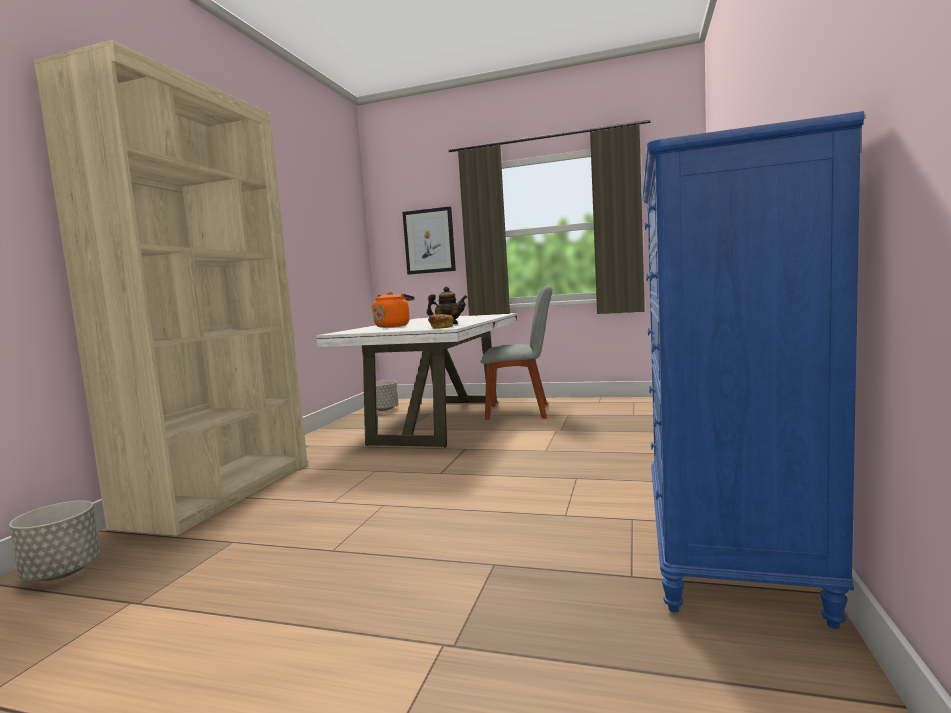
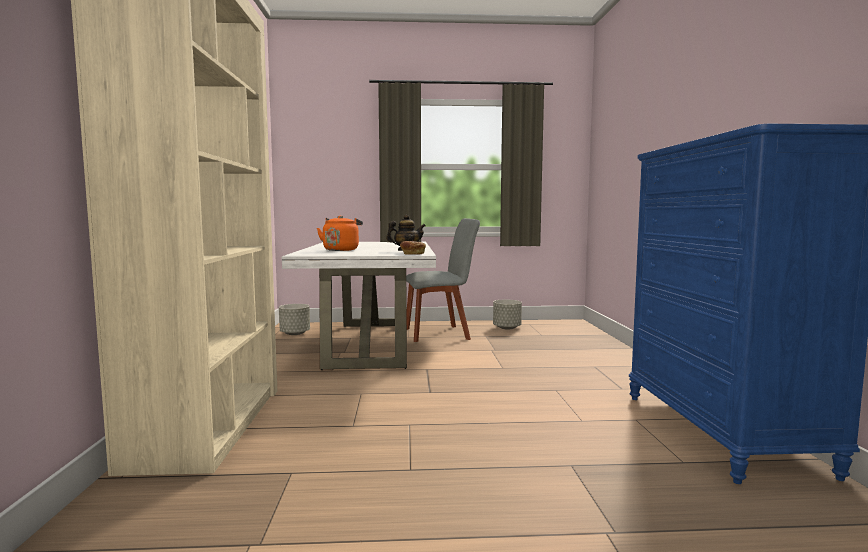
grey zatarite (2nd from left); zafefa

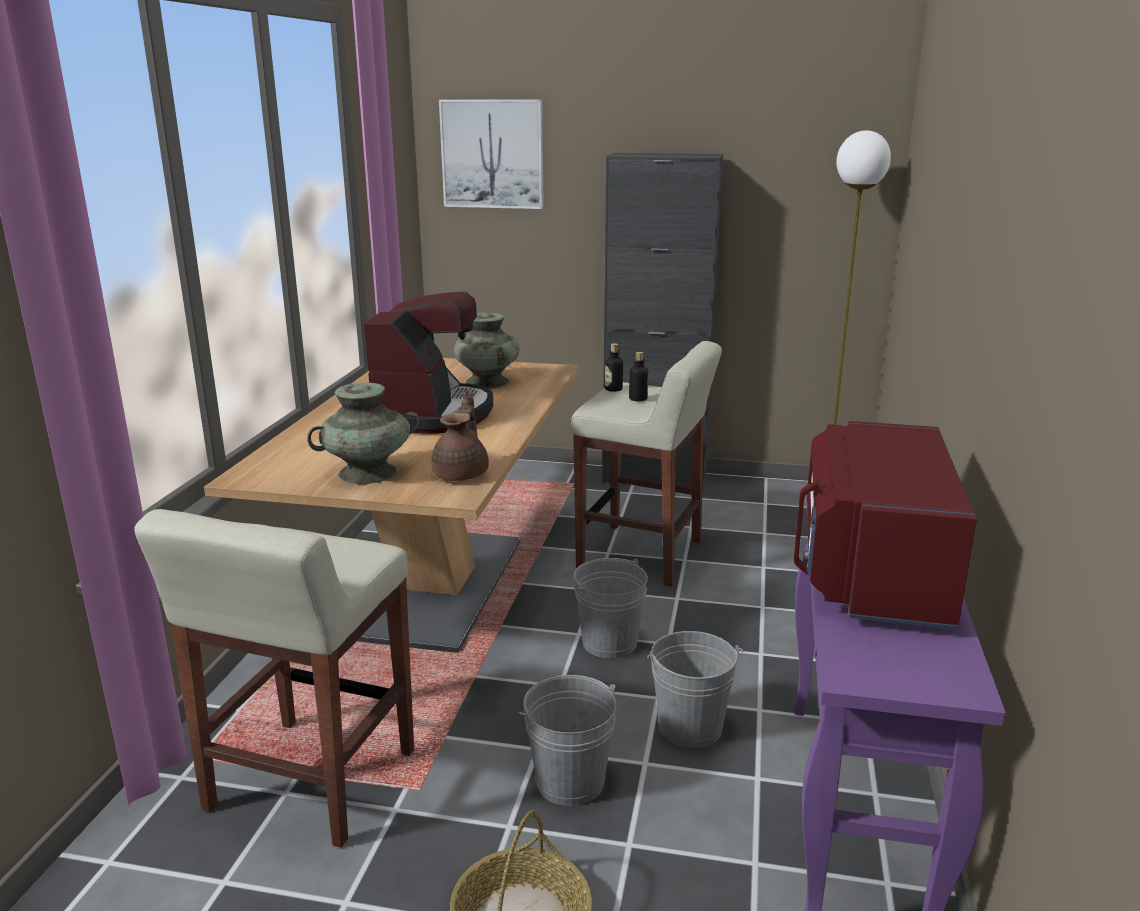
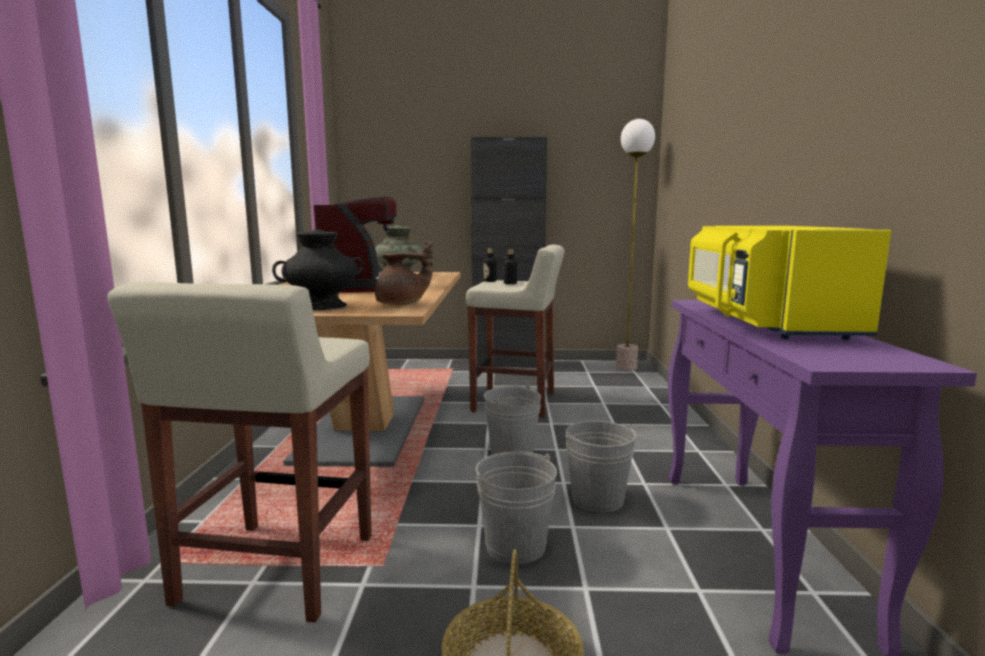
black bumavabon; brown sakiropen; zafefa; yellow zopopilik

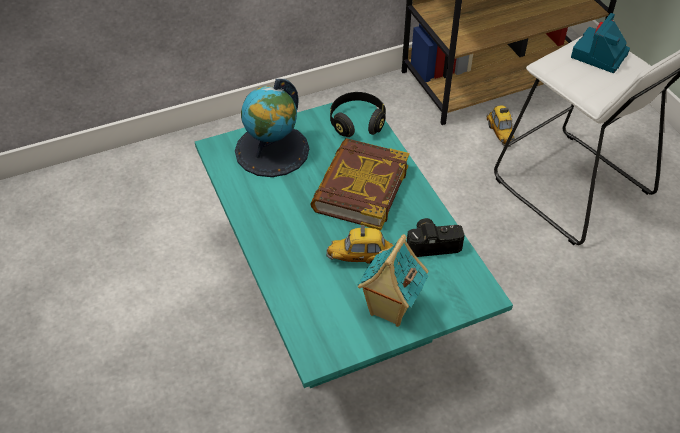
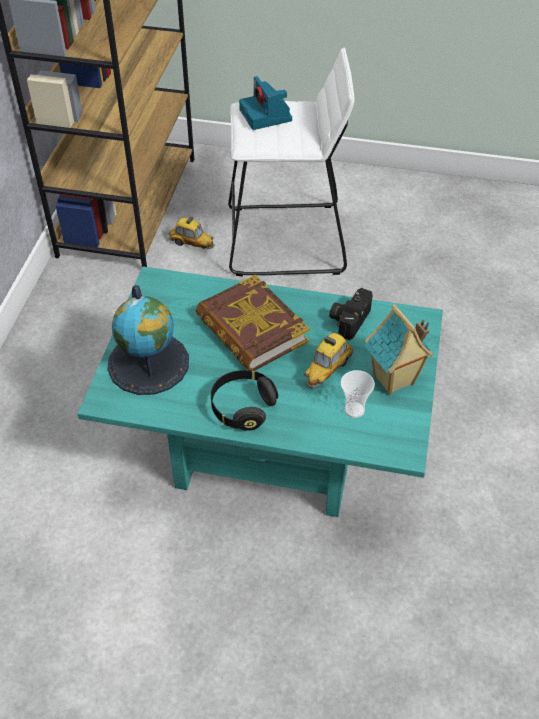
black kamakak; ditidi

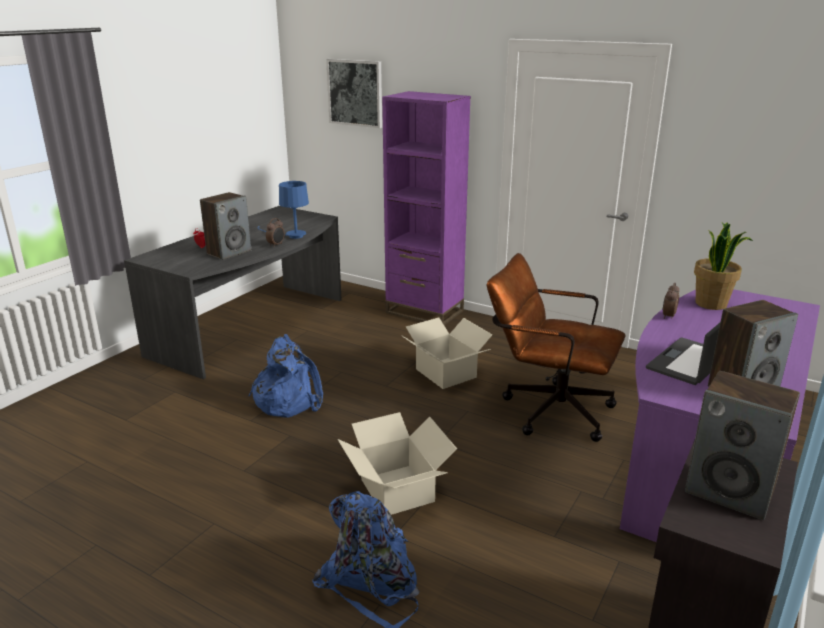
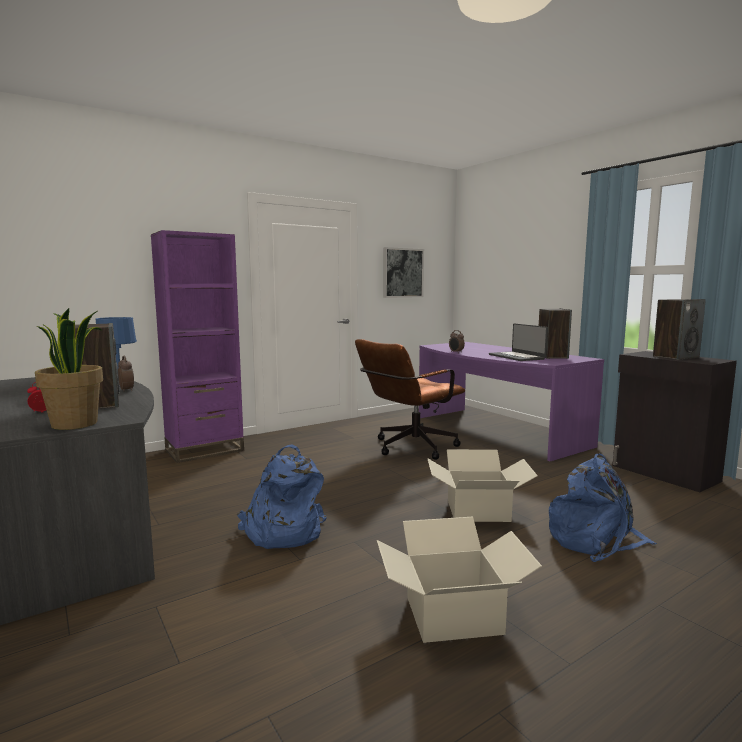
zafefa; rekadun (1st from left); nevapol

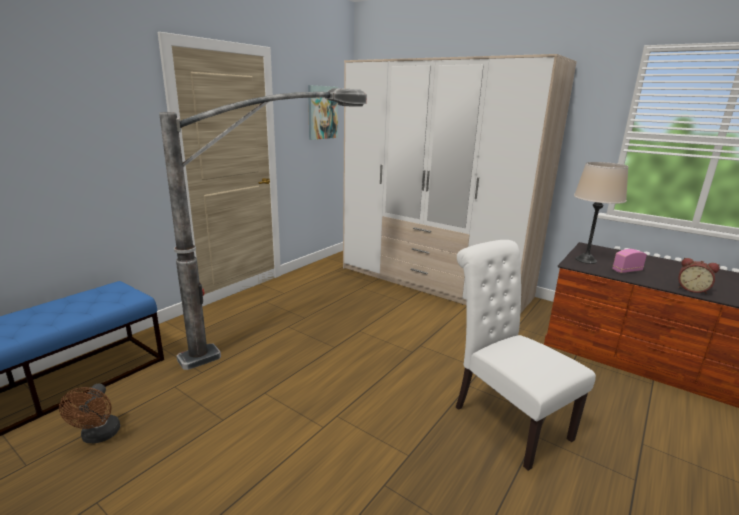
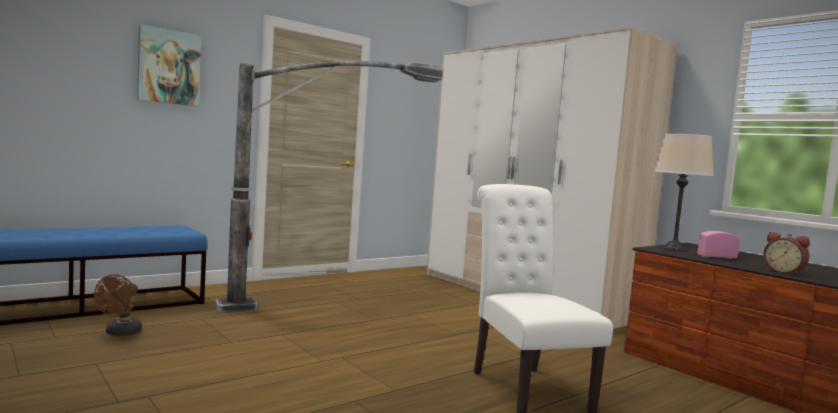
zafefa

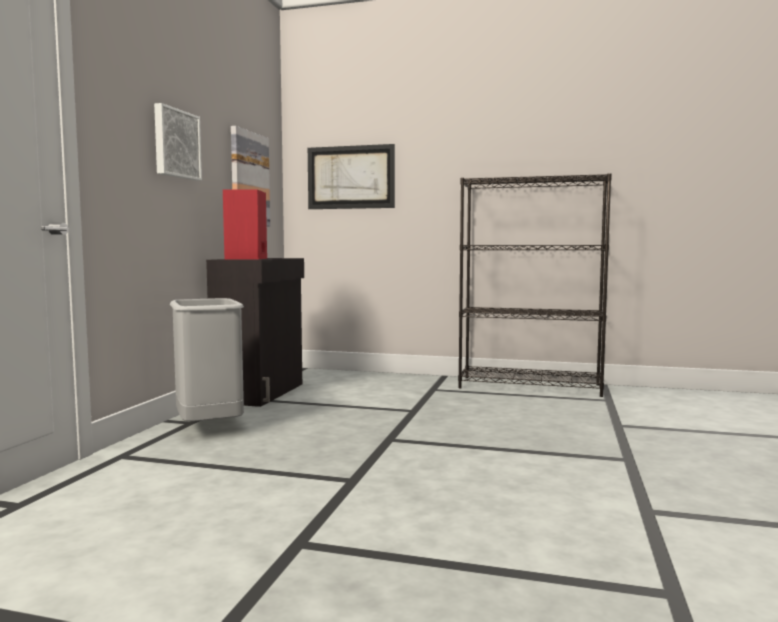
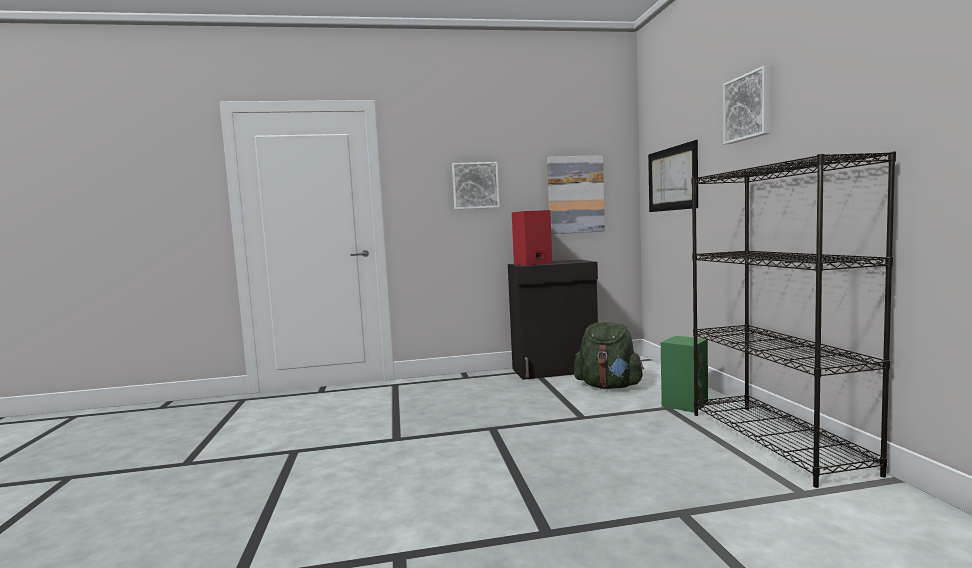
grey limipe; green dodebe; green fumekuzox; zafefa (4th from left)

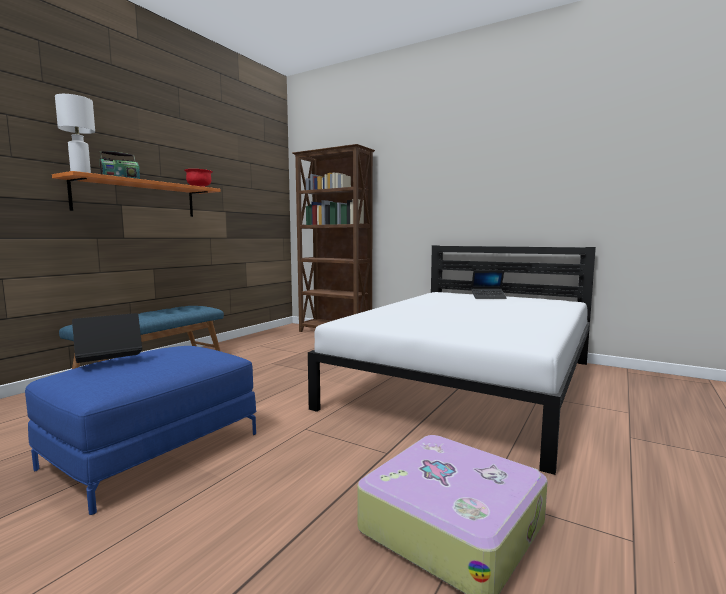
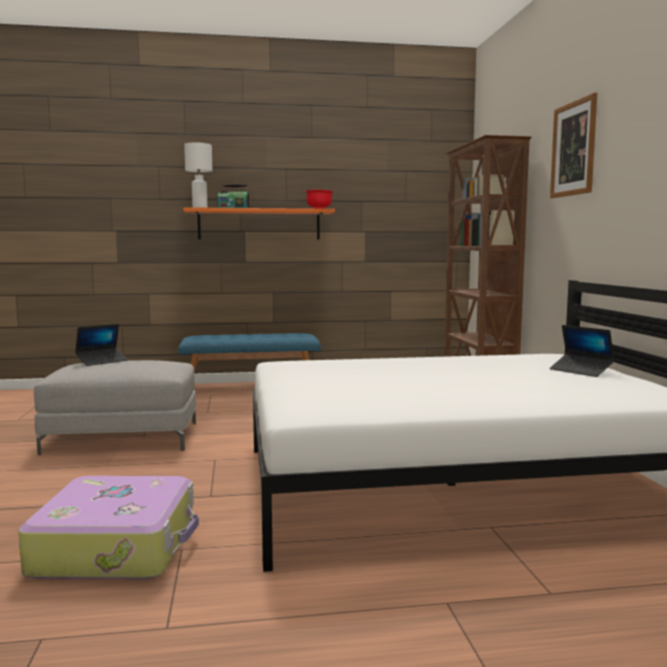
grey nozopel; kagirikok (1st from left); zafefa

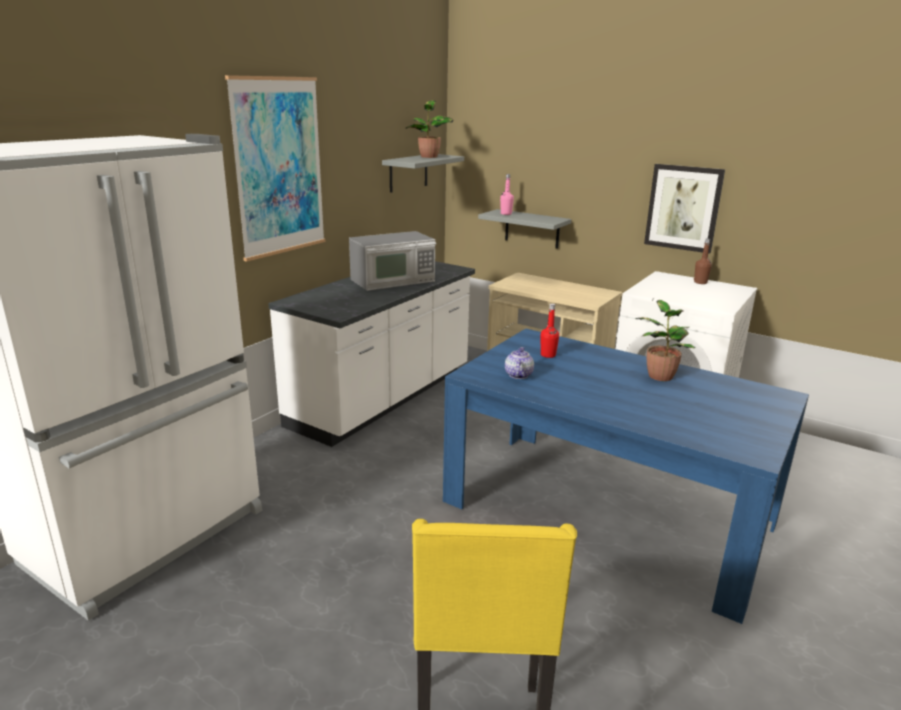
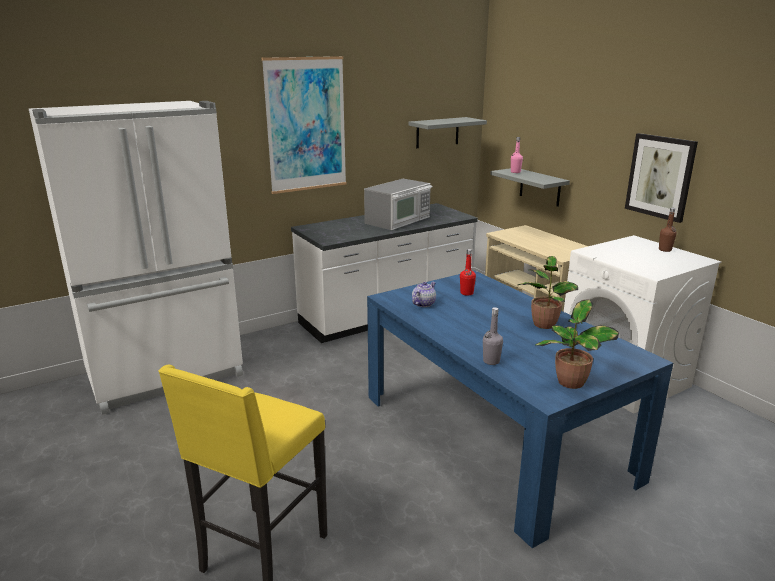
zopopilik; nevapol (2nd from left); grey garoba

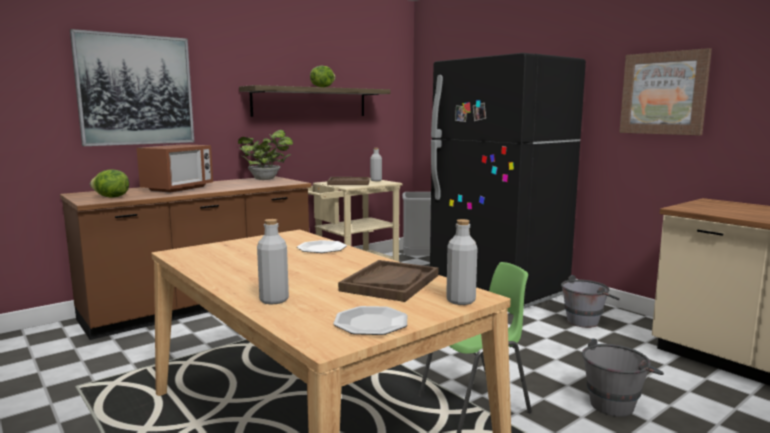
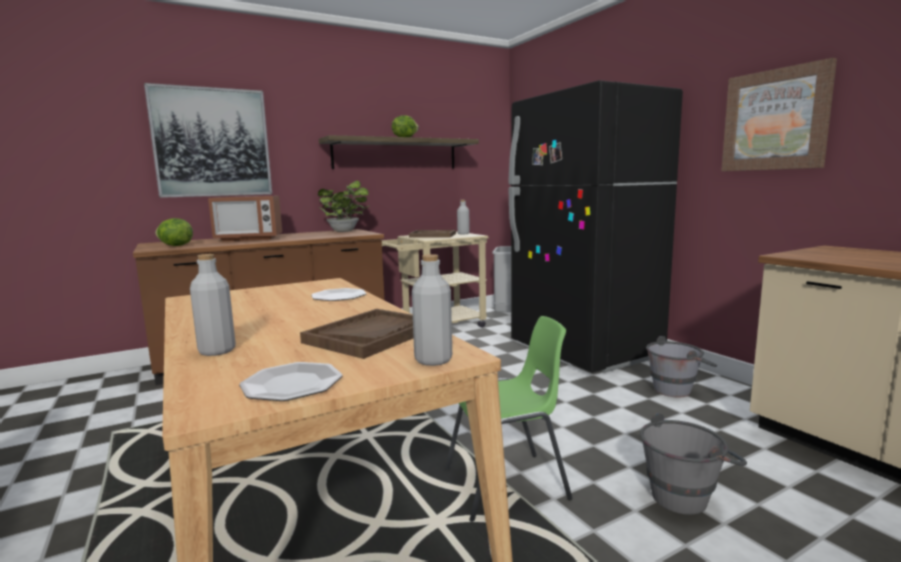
zopopilik

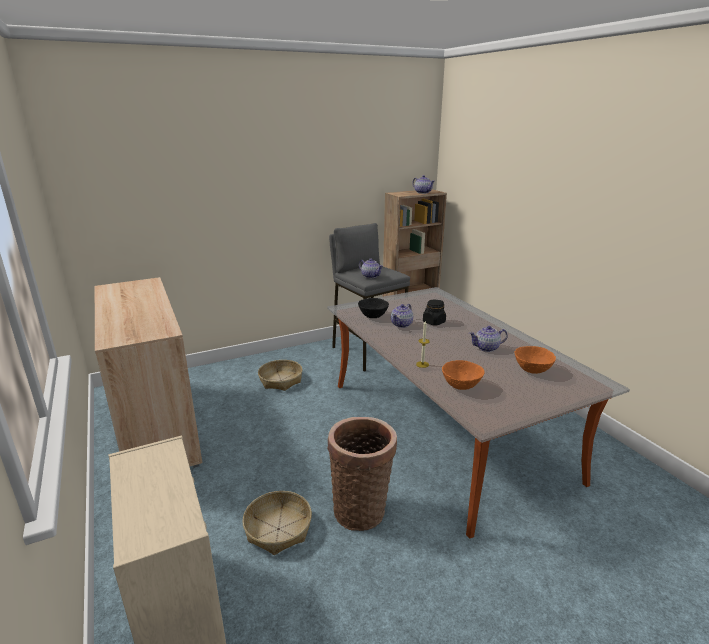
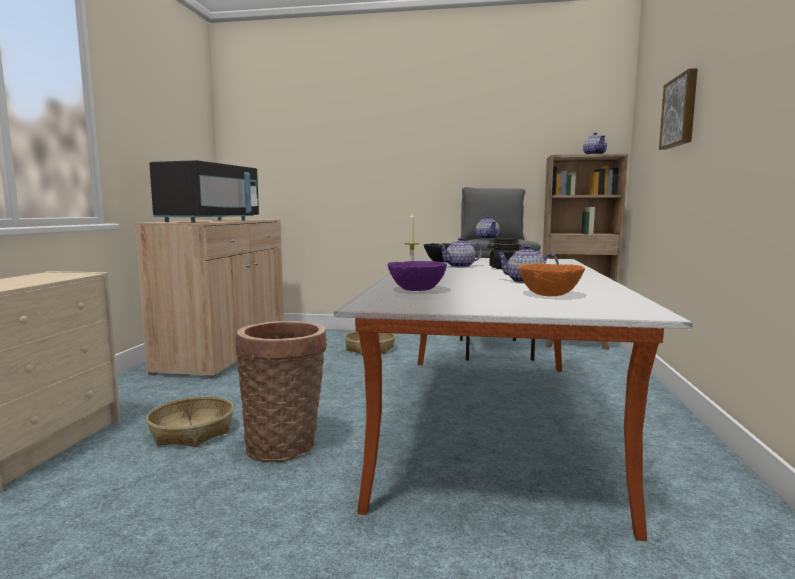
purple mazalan; black zopopilik; zafefa

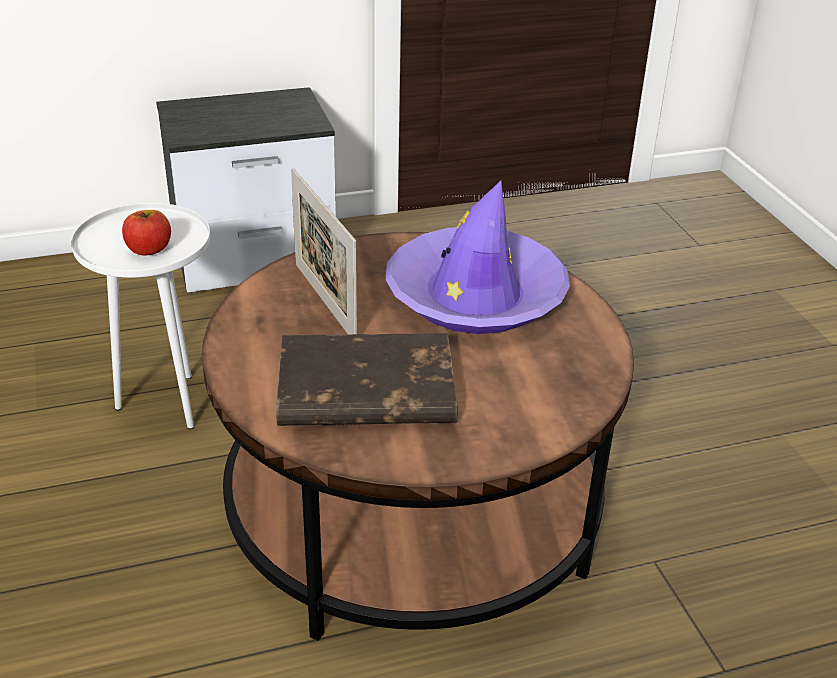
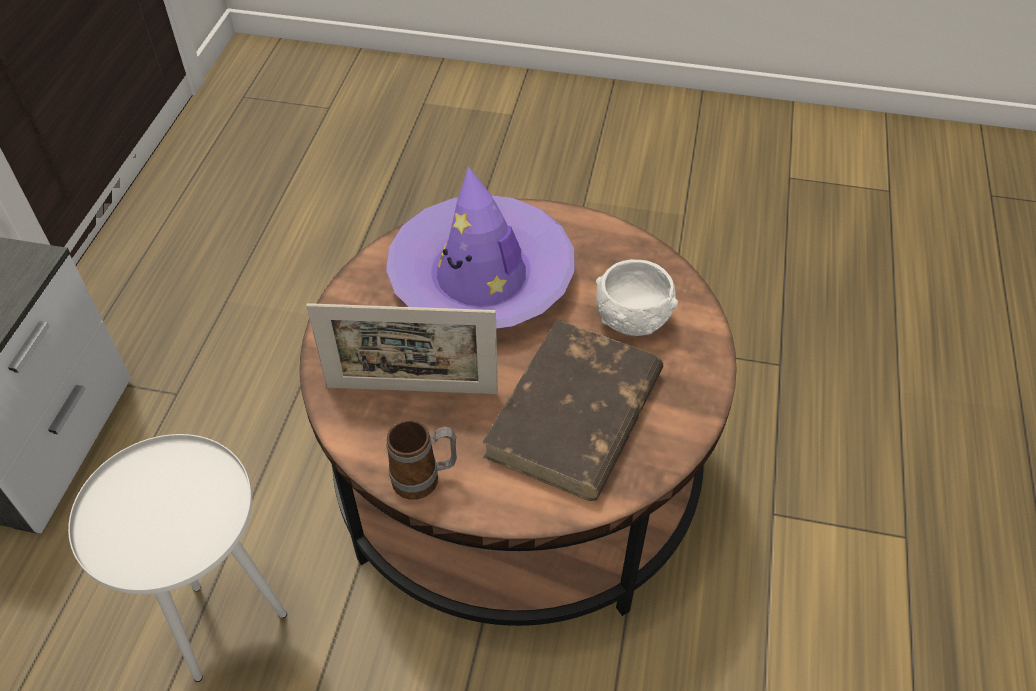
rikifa; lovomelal; white mazalan

